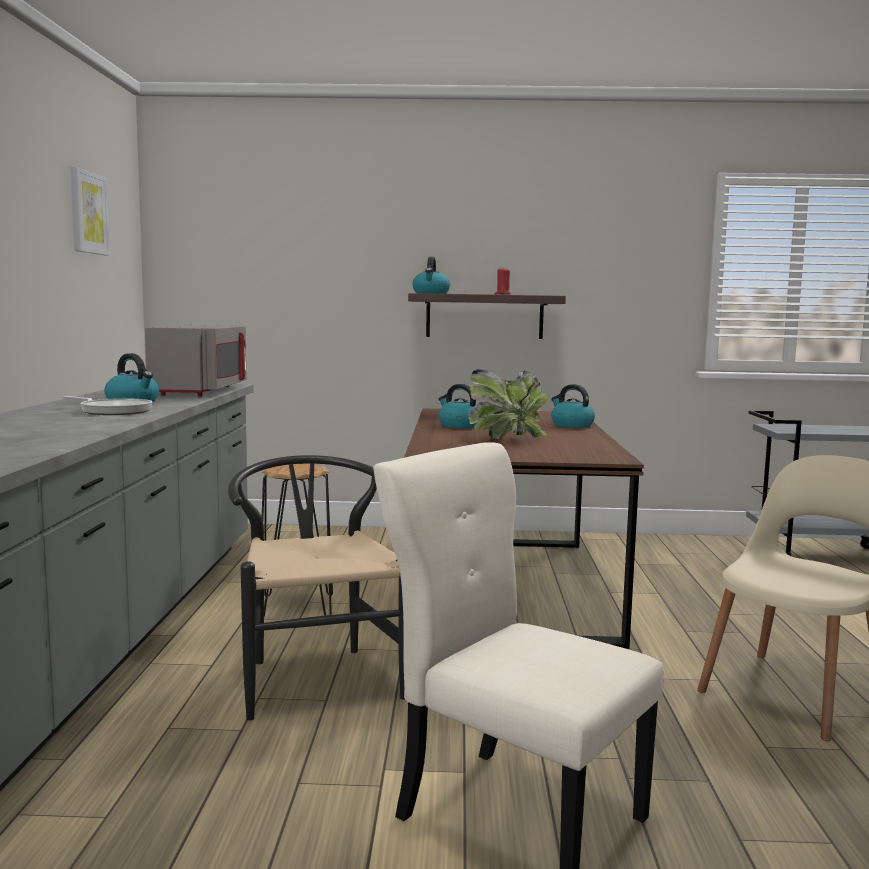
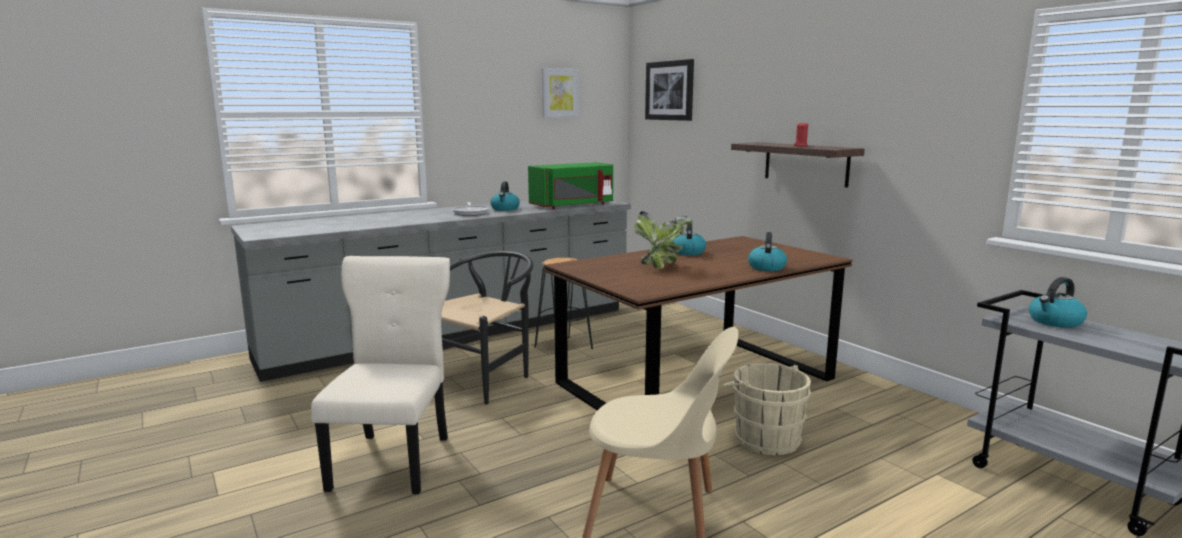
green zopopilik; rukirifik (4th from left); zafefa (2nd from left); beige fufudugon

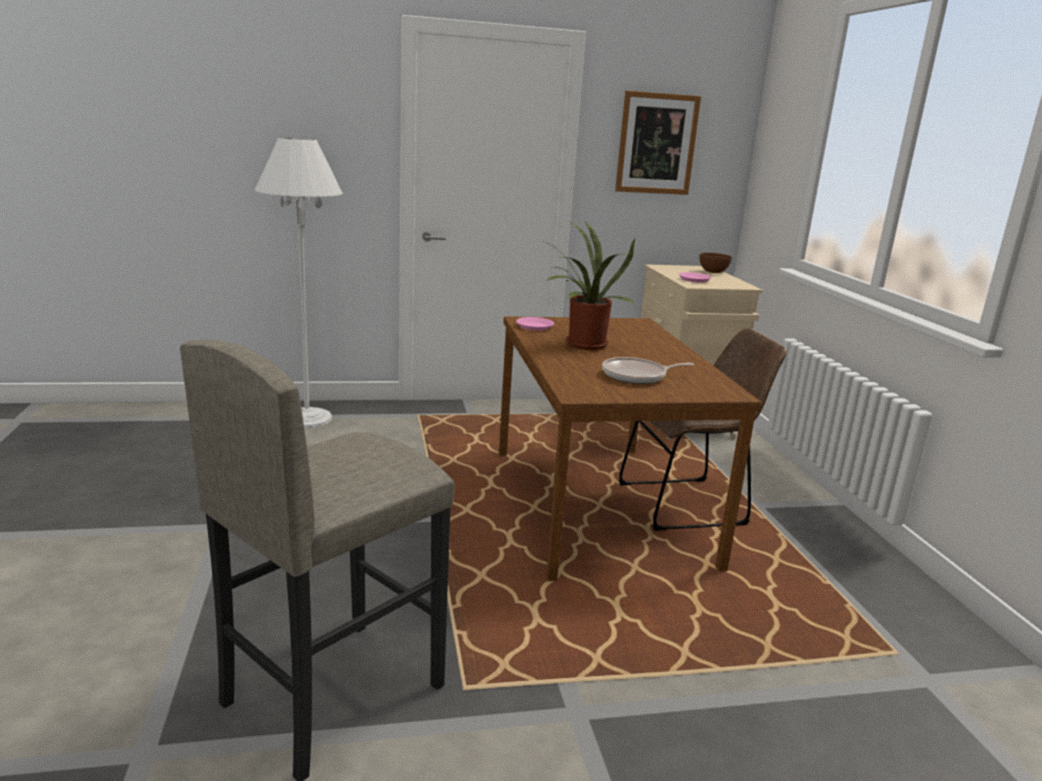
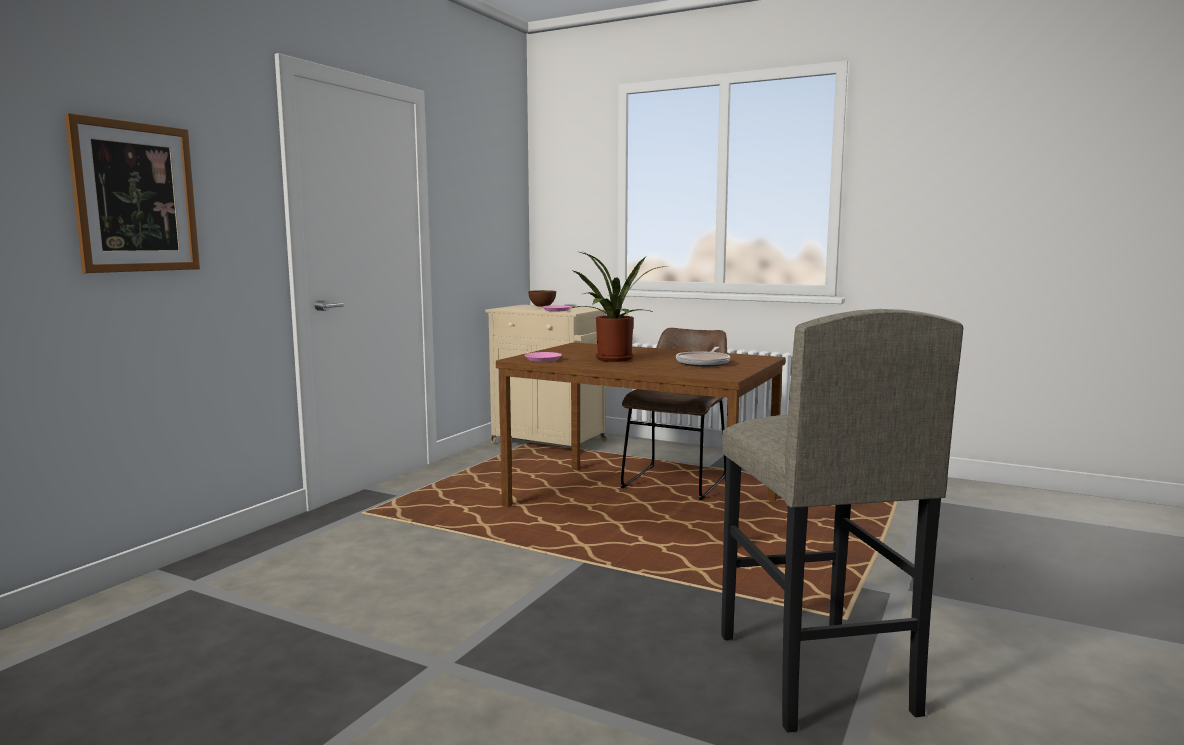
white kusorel; zafefa

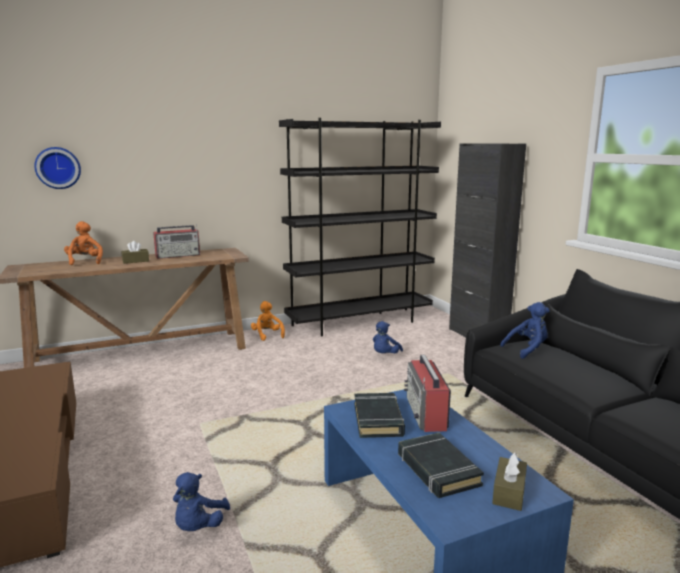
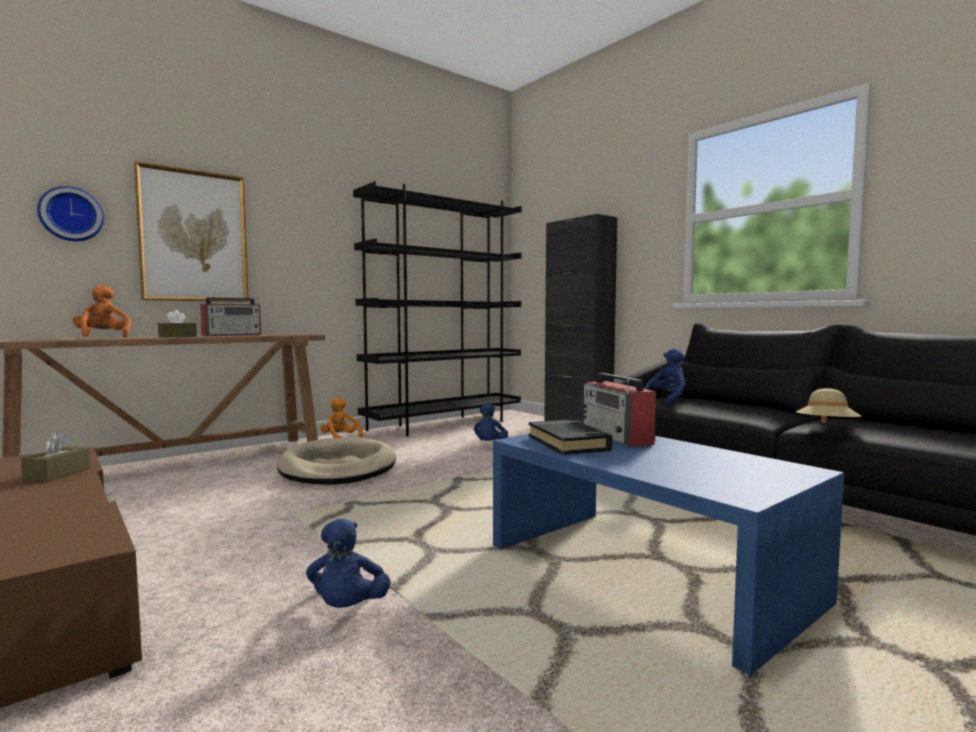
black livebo (2nd from left in the first image); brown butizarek (1st from left); zafefa; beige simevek; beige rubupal

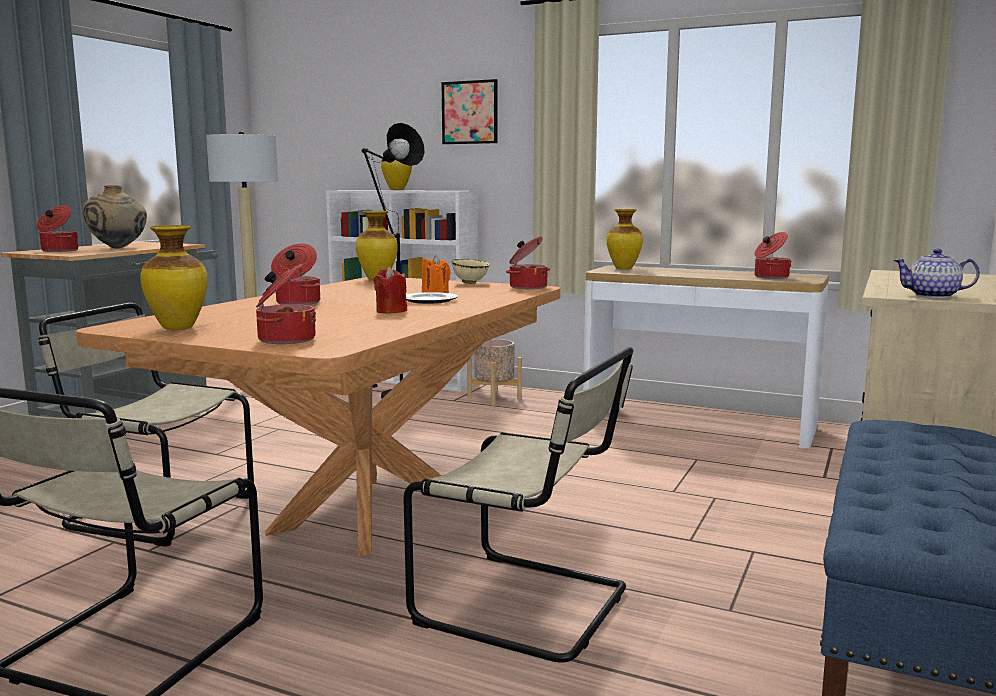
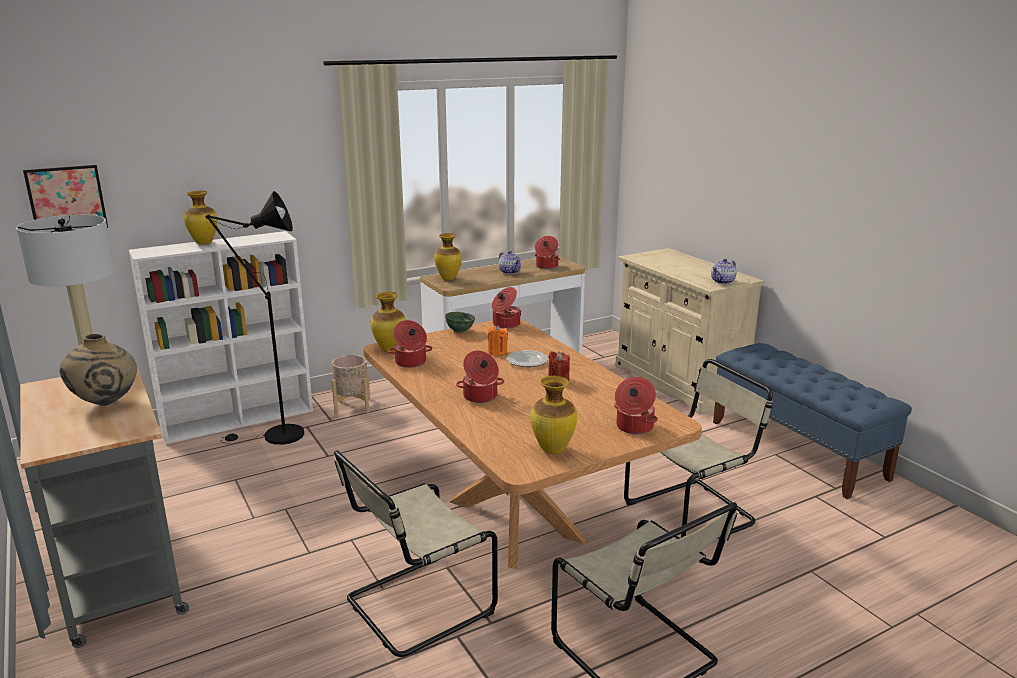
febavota (1st from left); zafefa; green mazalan; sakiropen (1st from left)

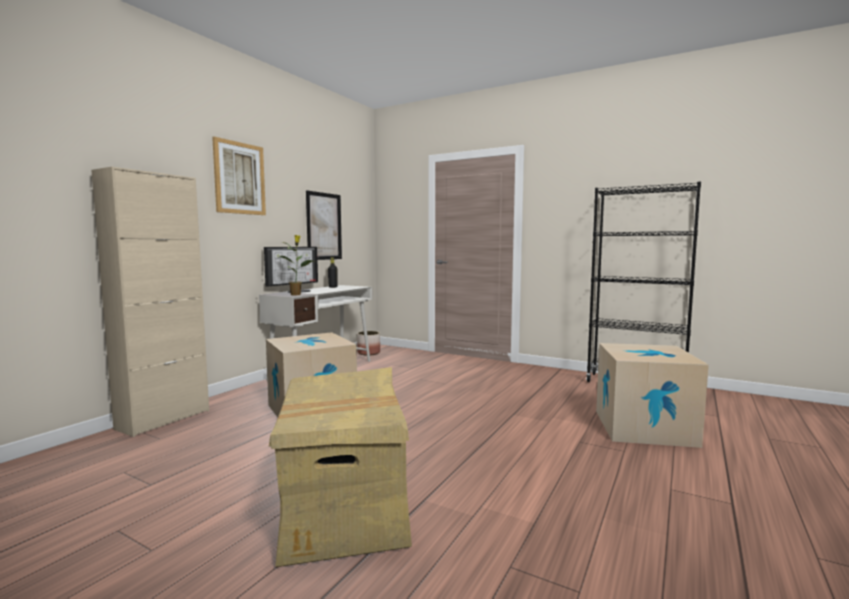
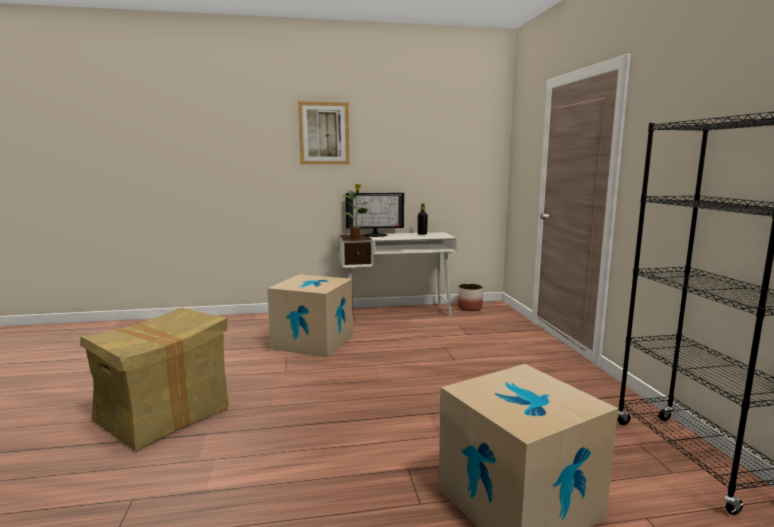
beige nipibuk; zafefa (2nd from left in the first image)

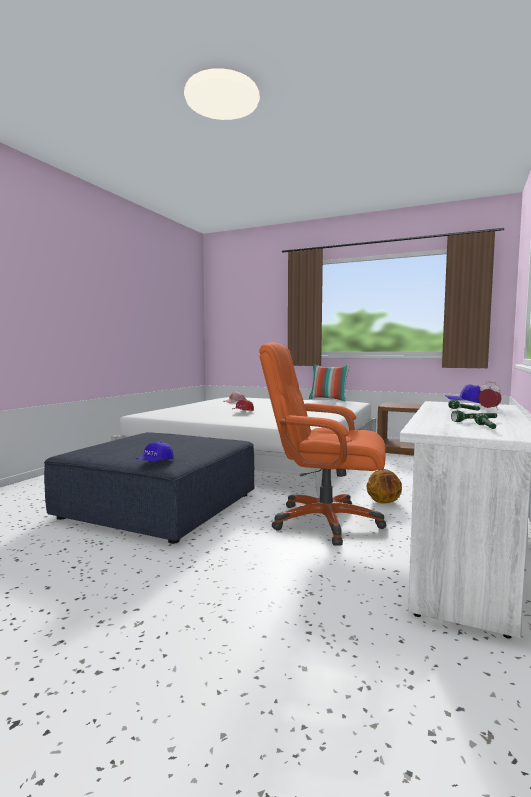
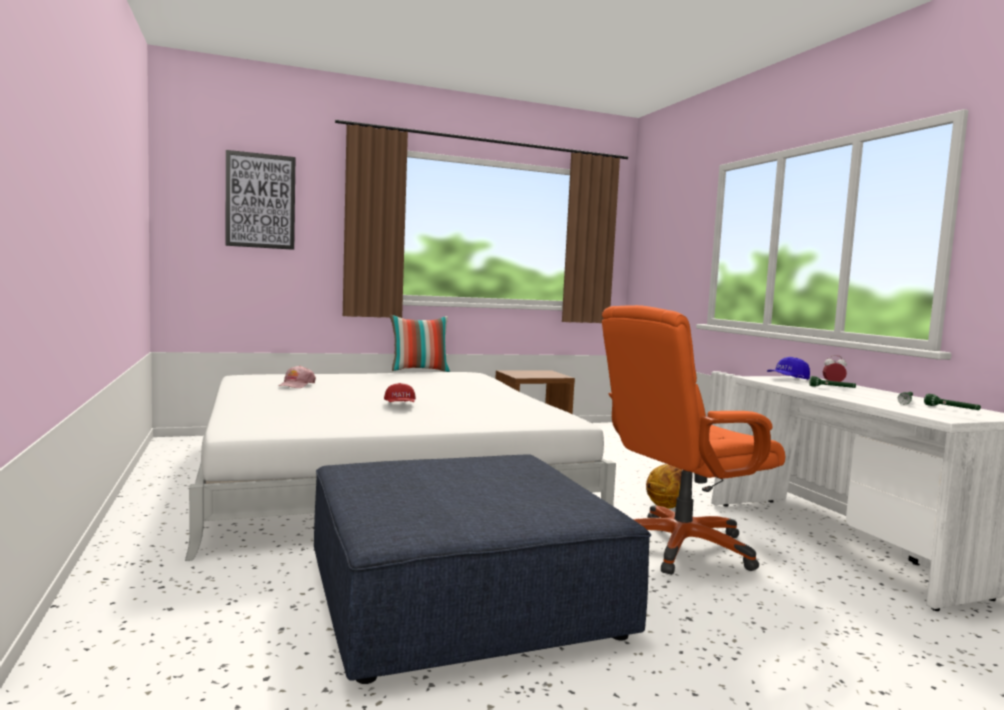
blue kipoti (1st from left in the first image); zafefa

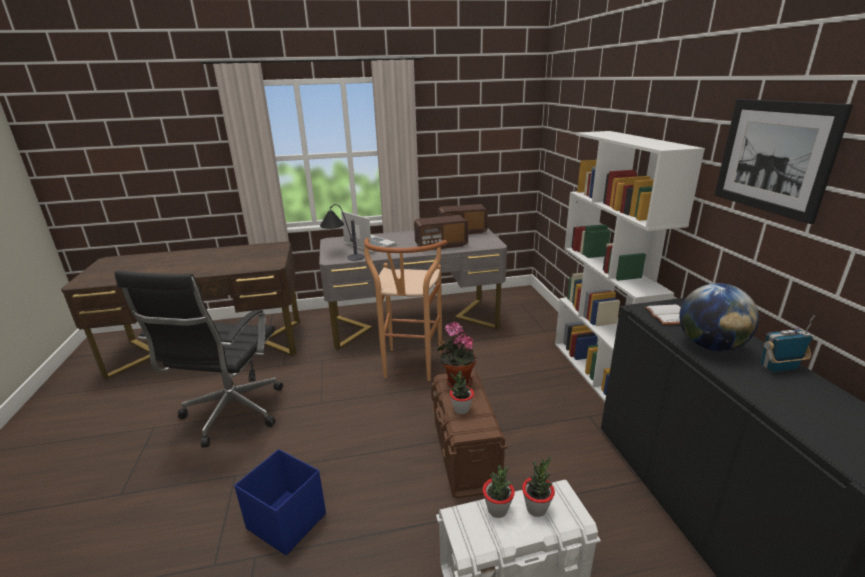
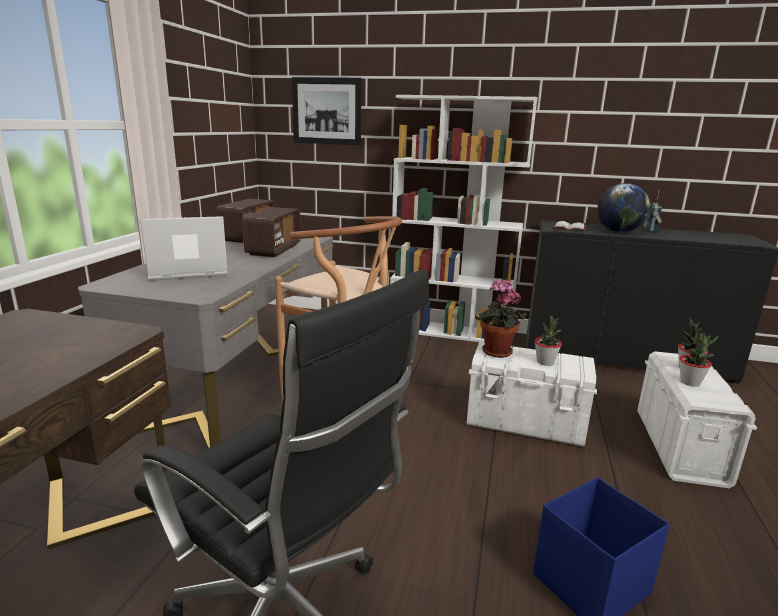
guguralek; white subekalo (1st from left); zafefa

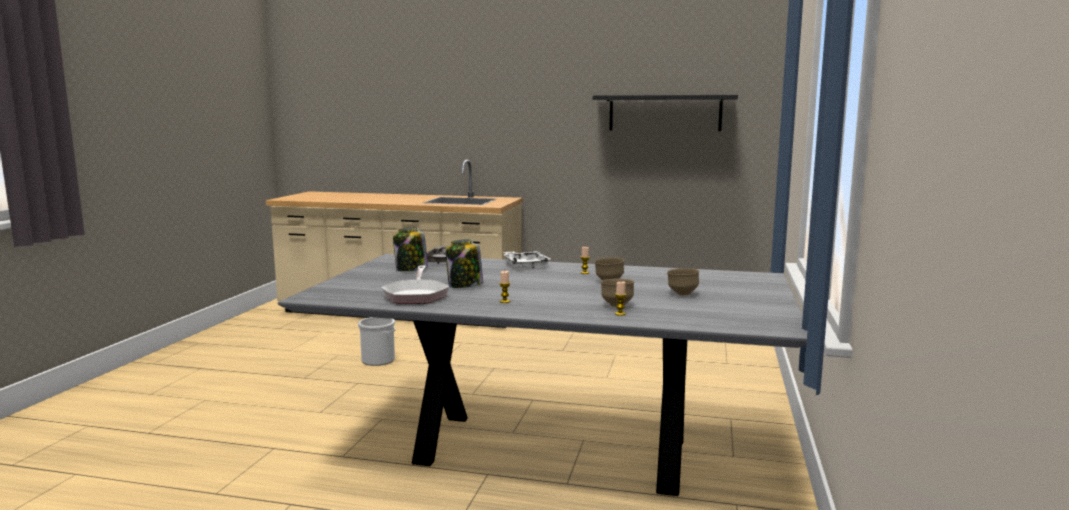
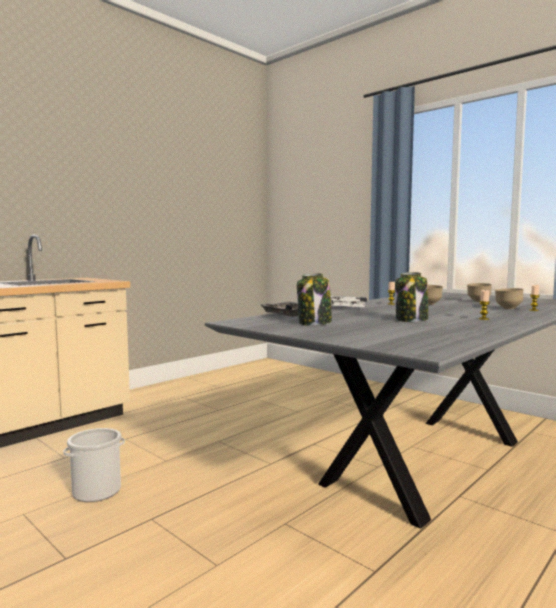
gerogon; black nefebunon

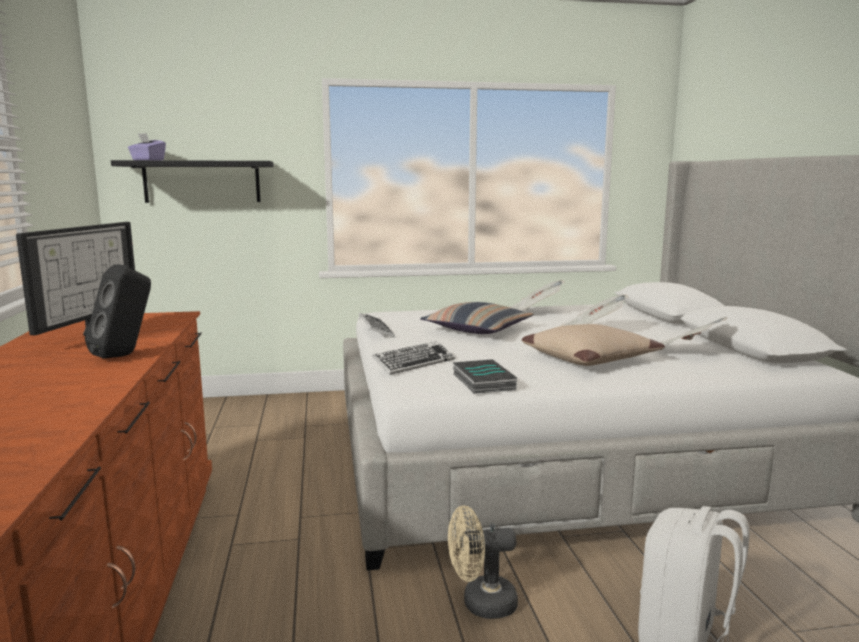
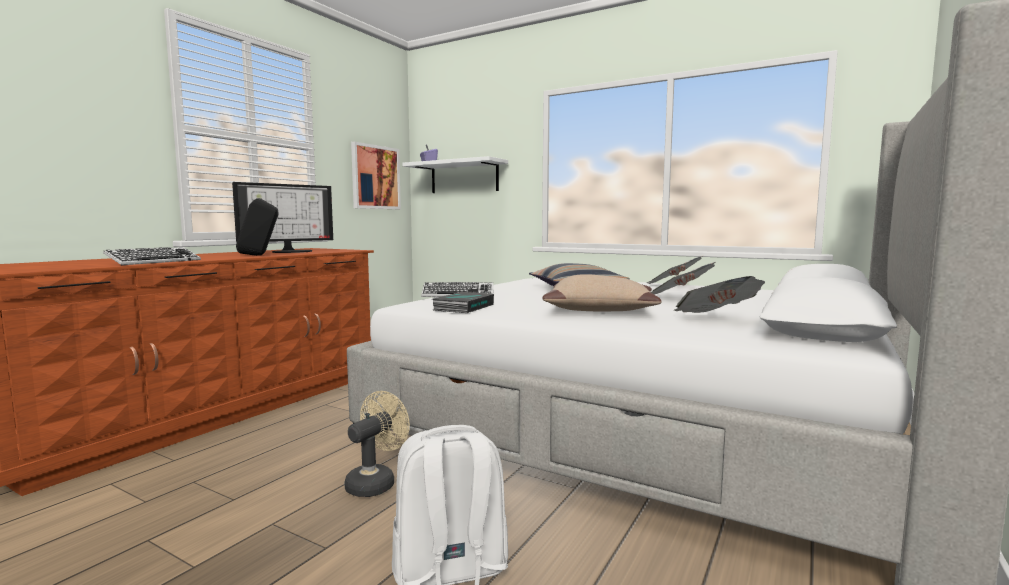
white nefebunon; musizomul (1st from left); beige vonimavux; zafefa

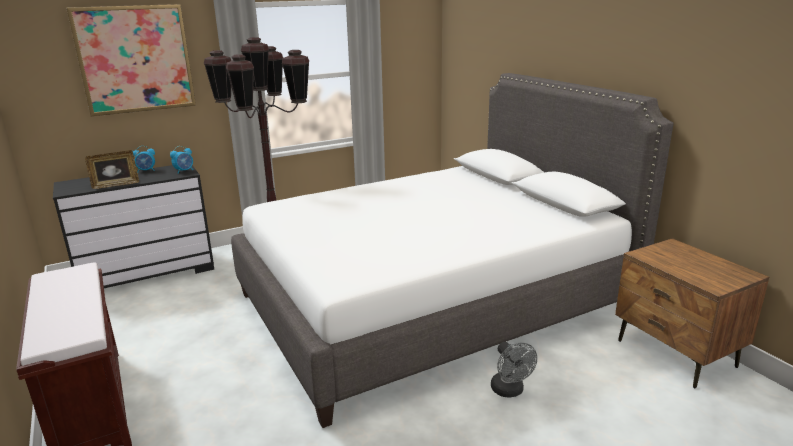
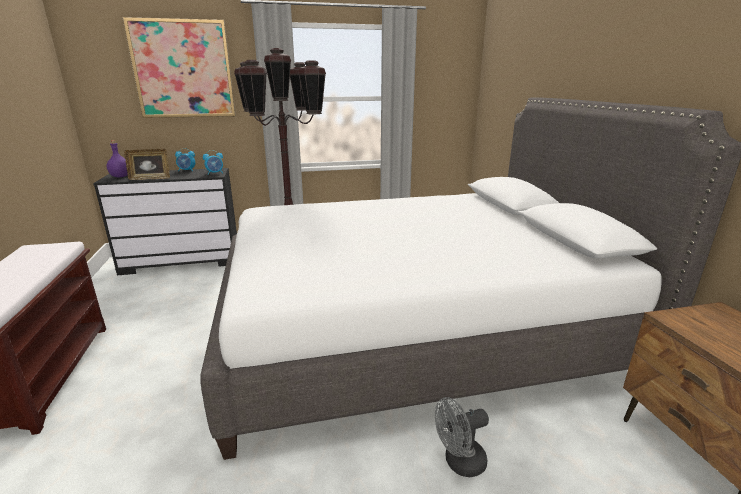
grey vonimavux; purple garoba

